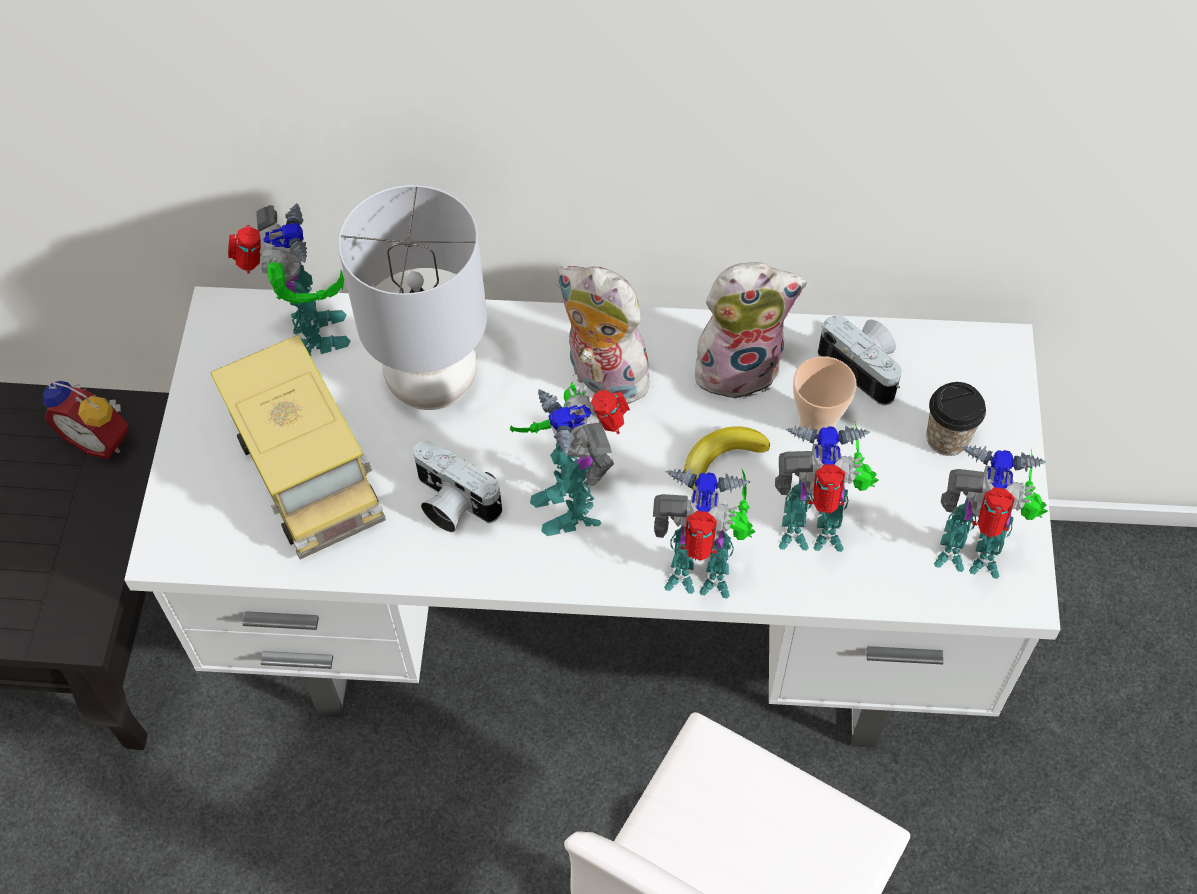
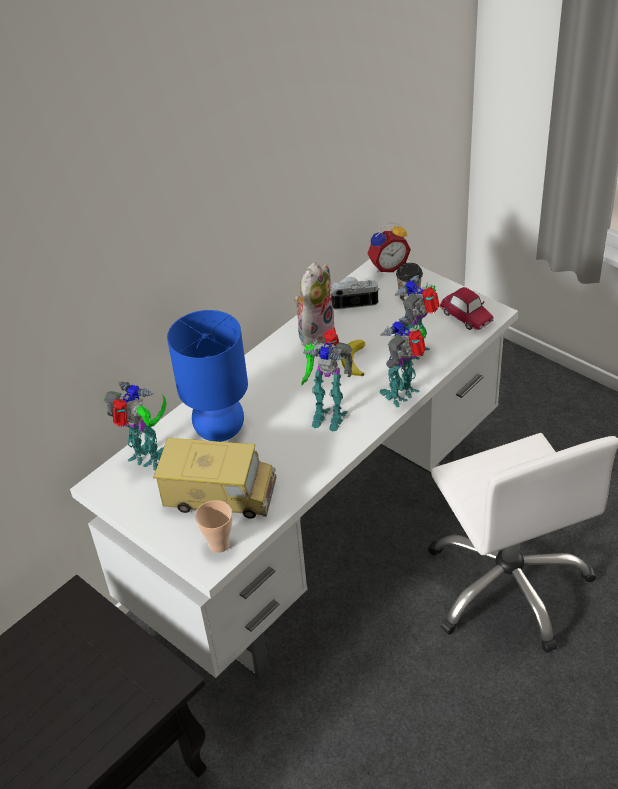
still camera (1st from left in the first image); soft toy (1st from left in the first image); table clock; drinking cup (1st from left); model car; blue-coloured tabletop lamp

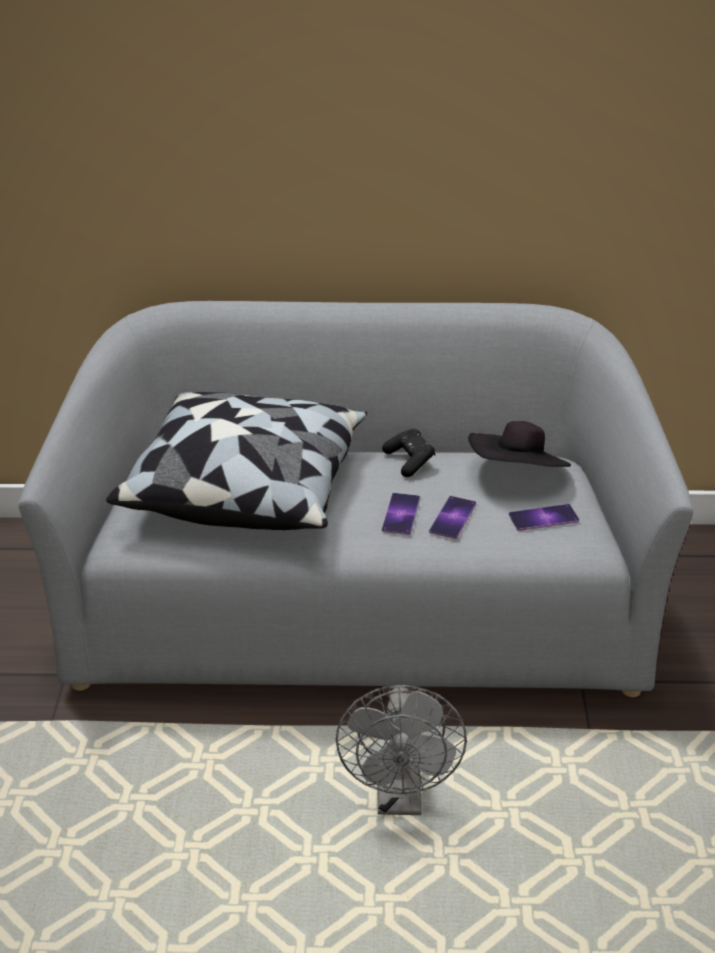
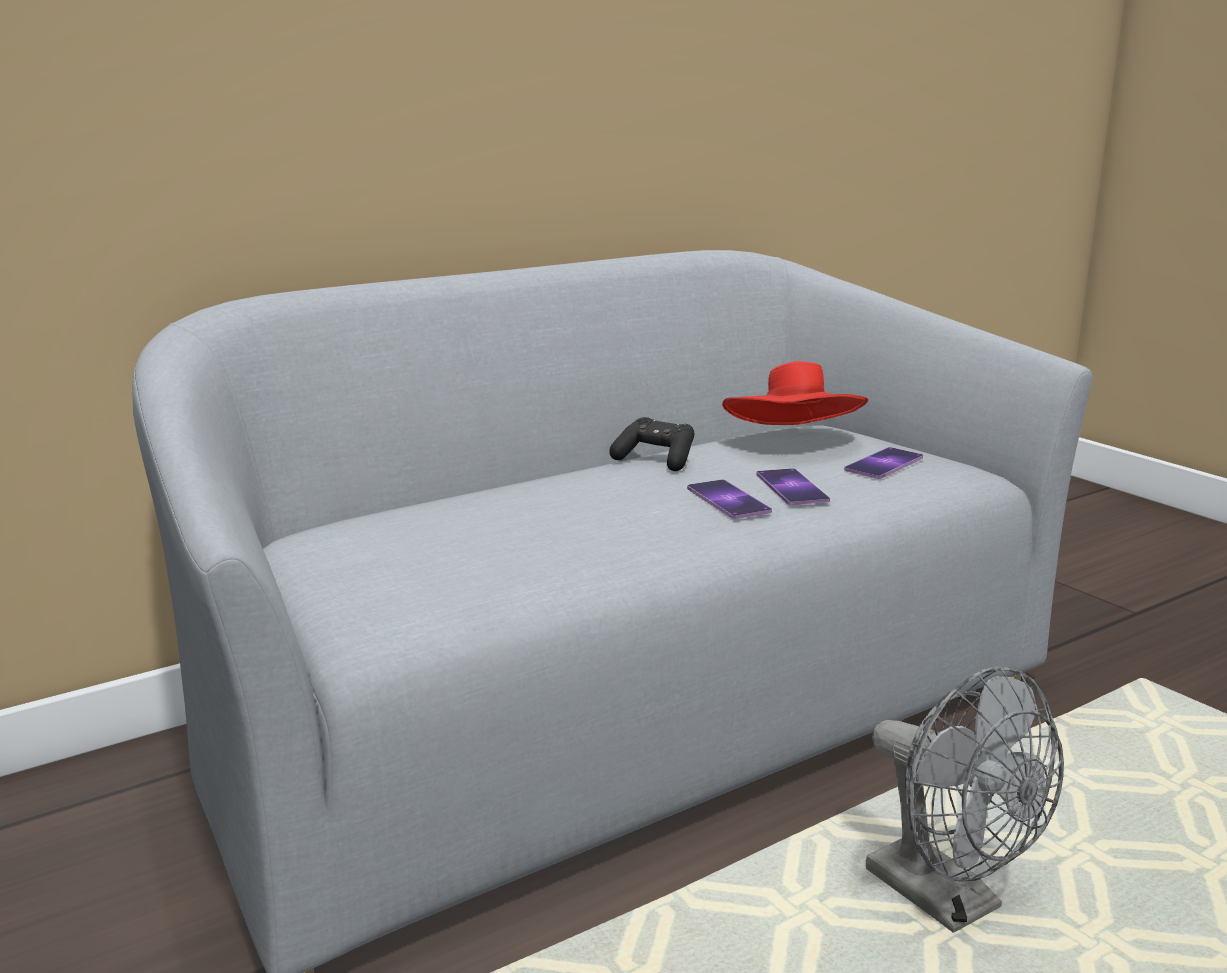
pillow; red clothing hat

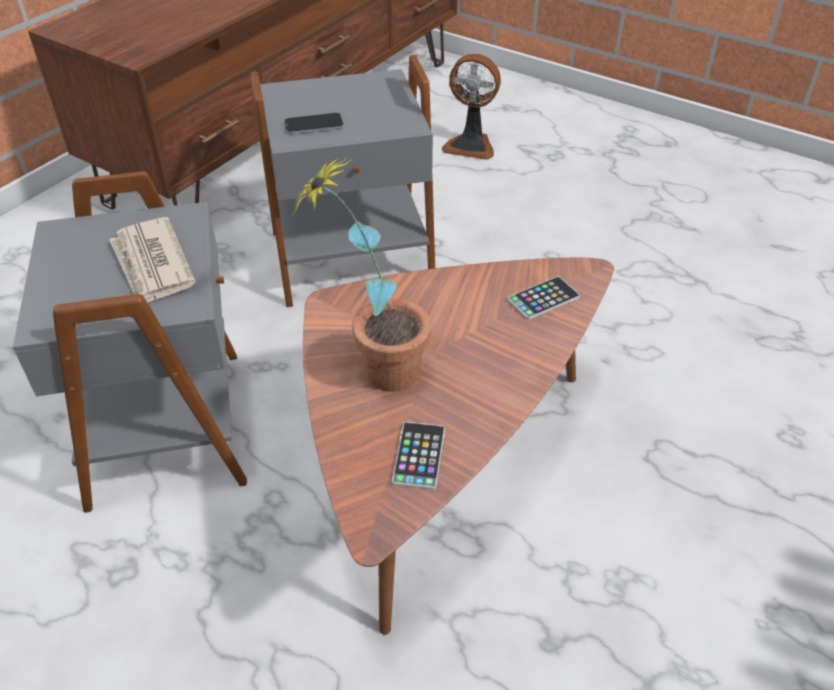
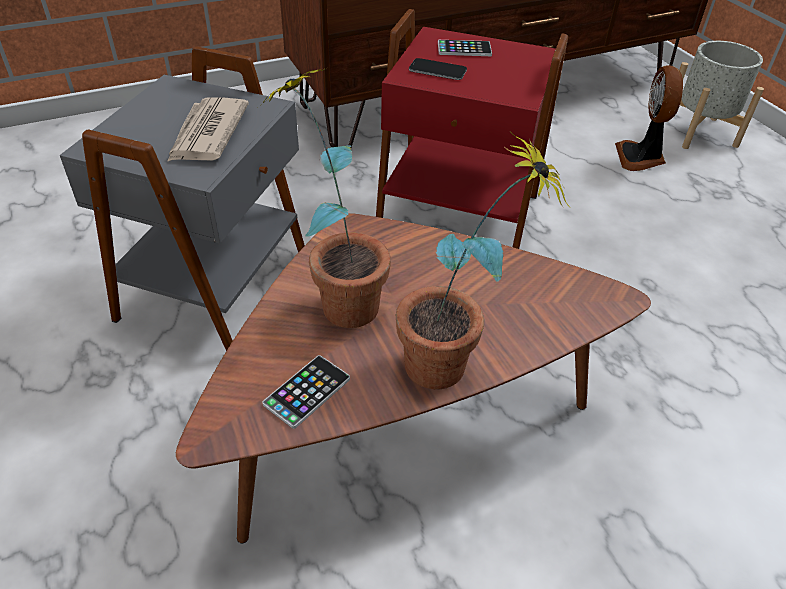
potted plant (2nd from left); greyish flower pot; telephone (3rd from left); red end table; cooling fan

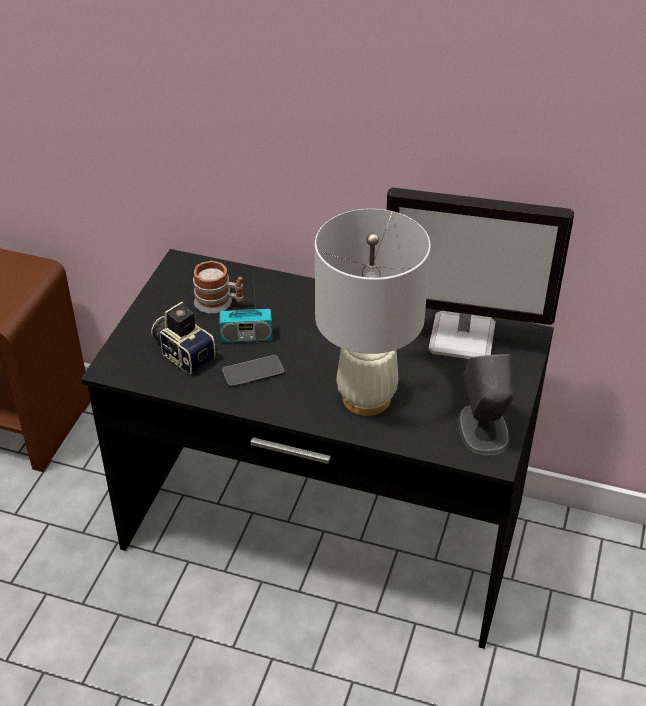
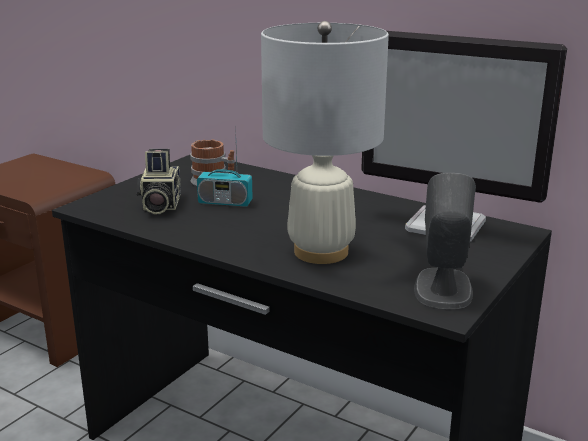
telephone; still camera

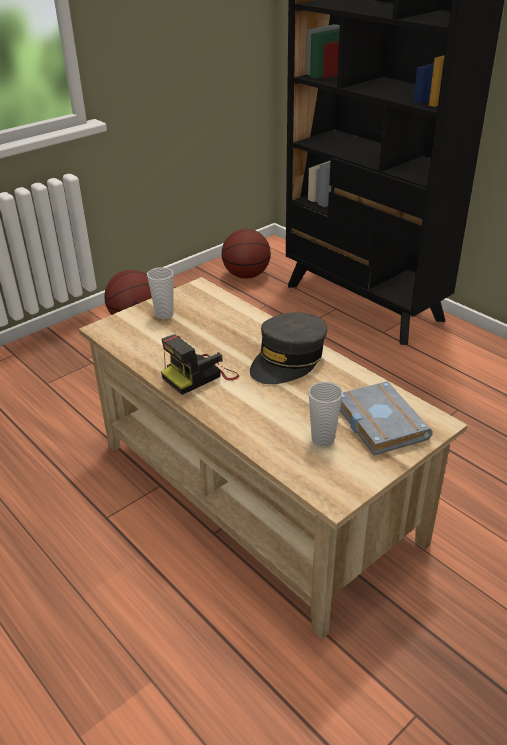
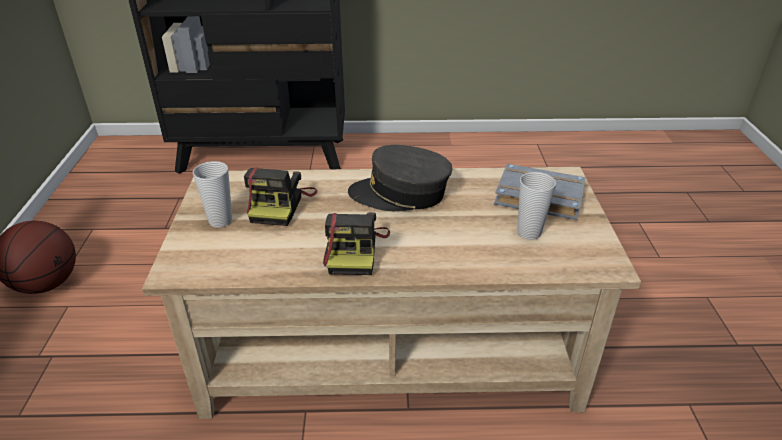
ball for basketball (2nd from left in the first image); still camera (1st from left); greyish baseball cap

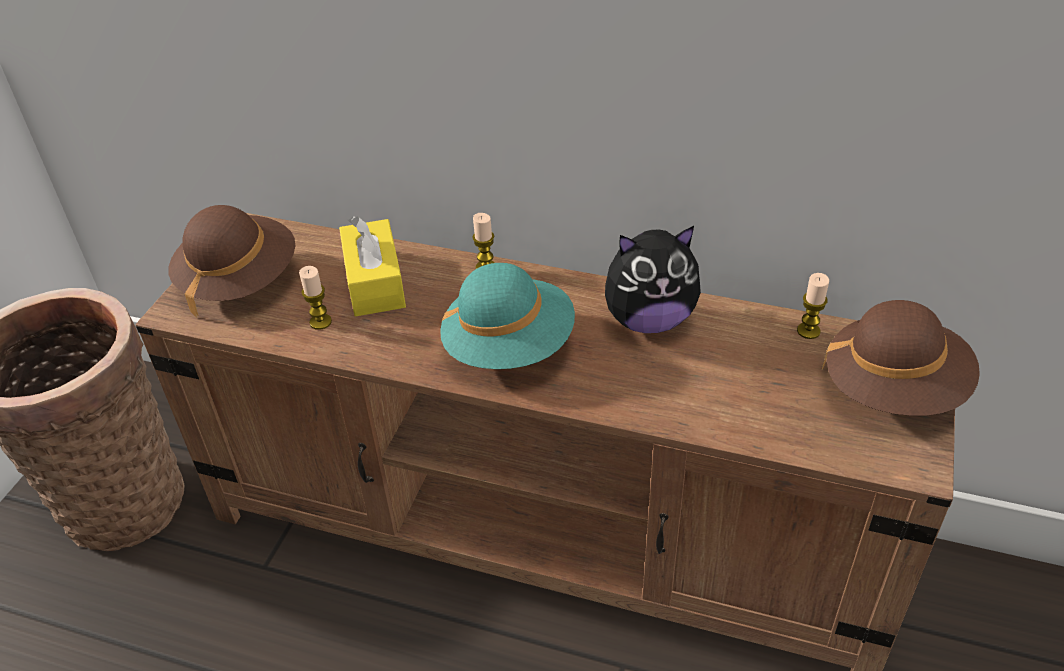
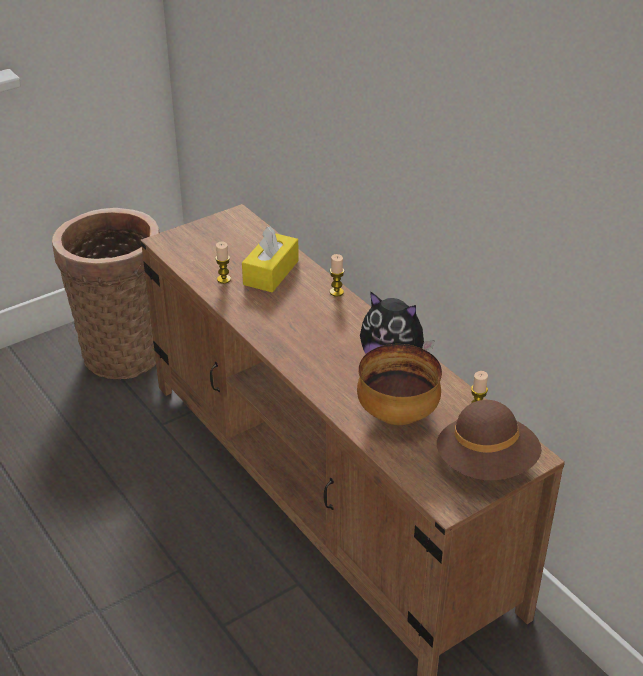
brown clothing hat (1st from left in the first image); blue-green clothing hat; serving bowl

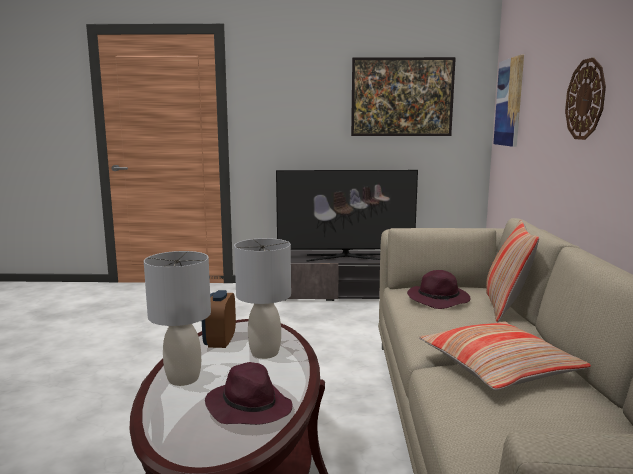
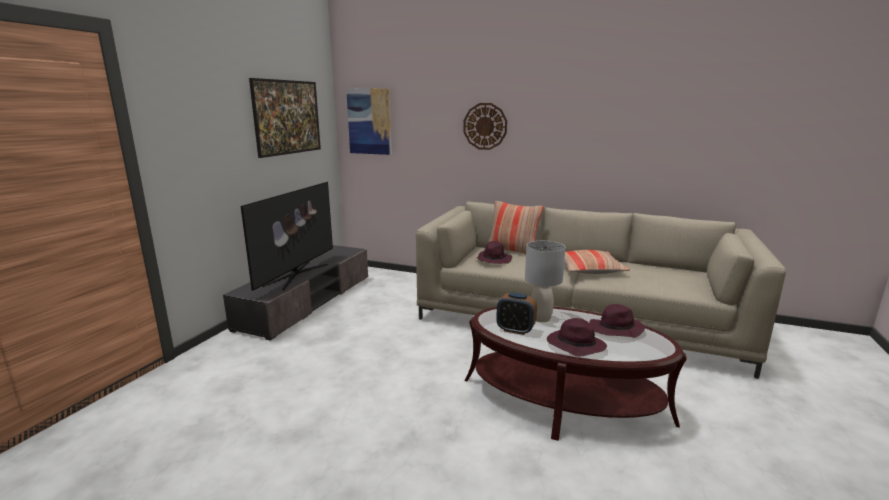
purplish clothing hat (2nd from left)

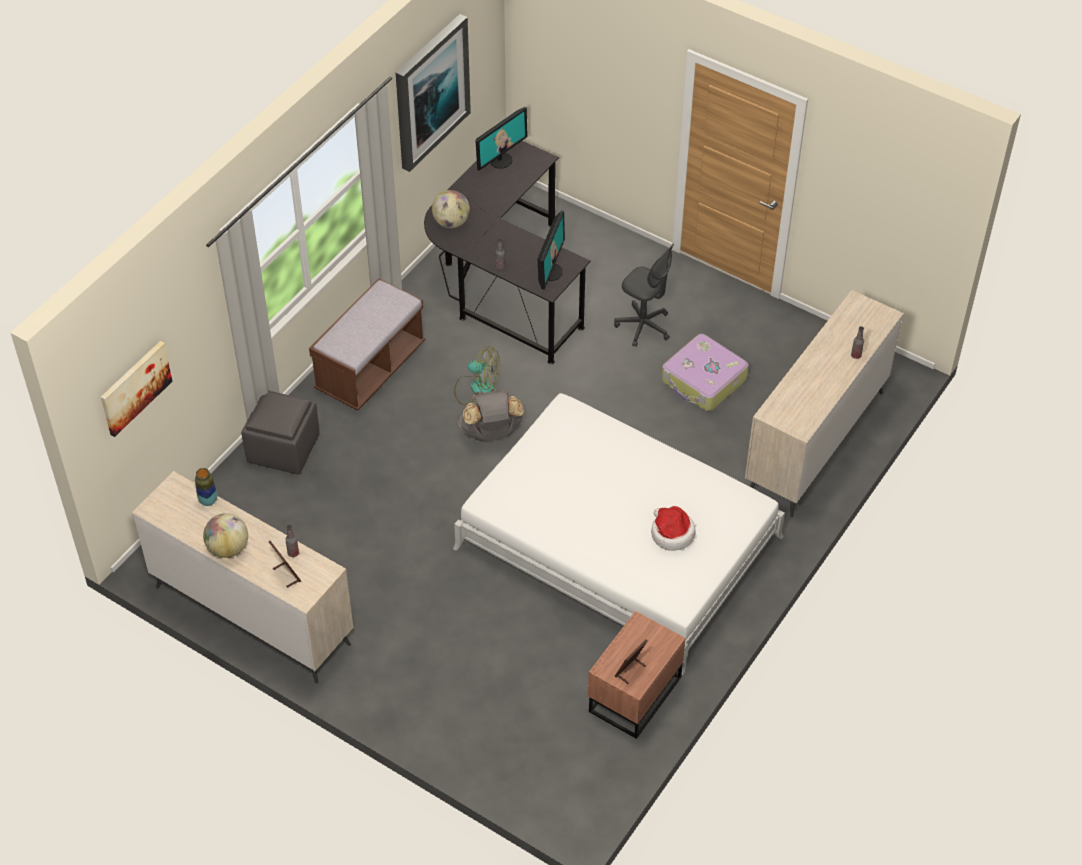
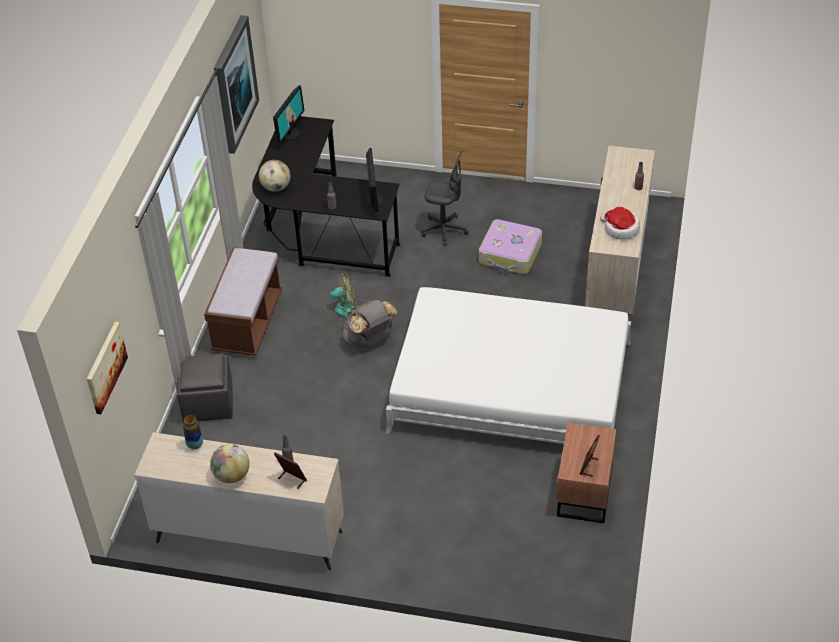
clothing hat

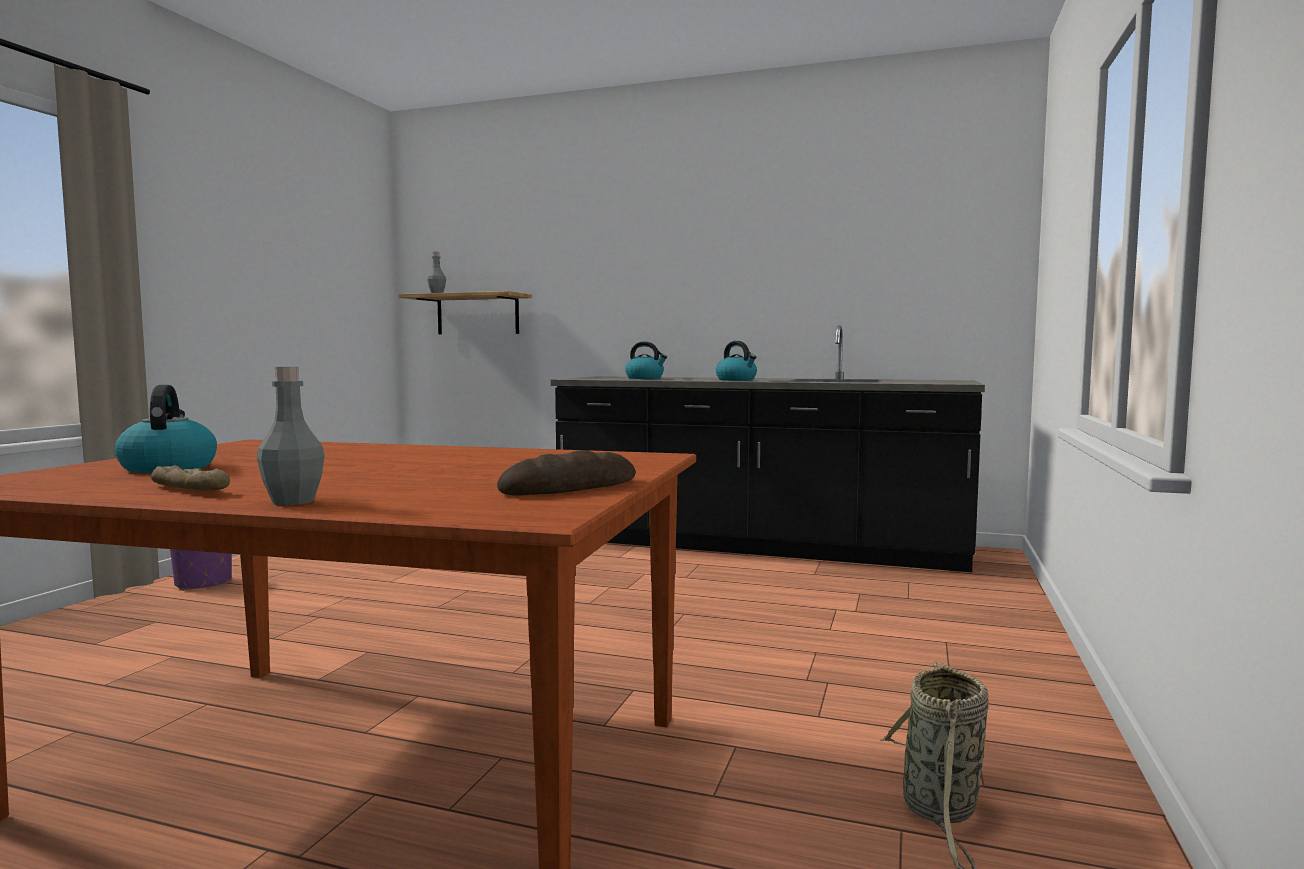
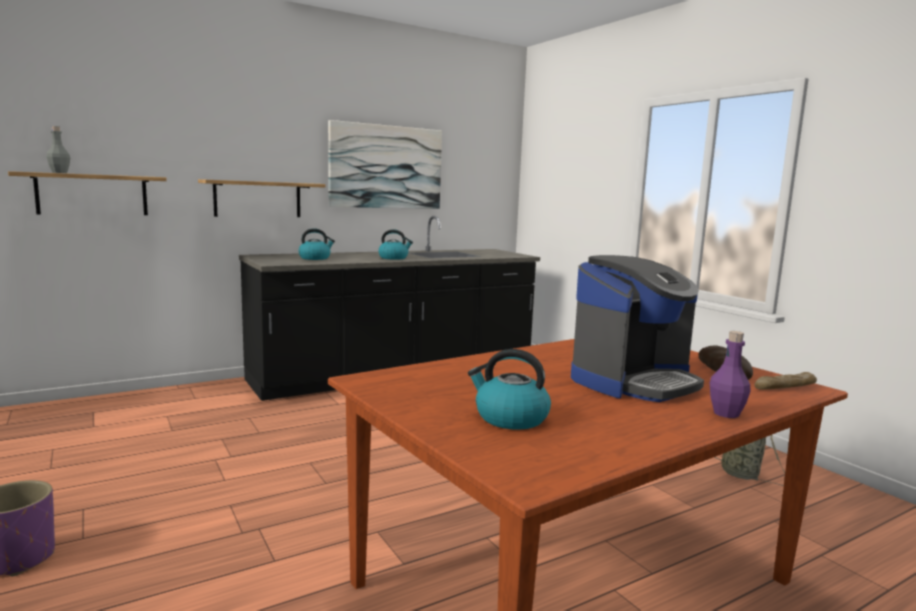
shelf (2nd from left); wall art; coffee machine; bread (2nd from left); purplish drink bottle

